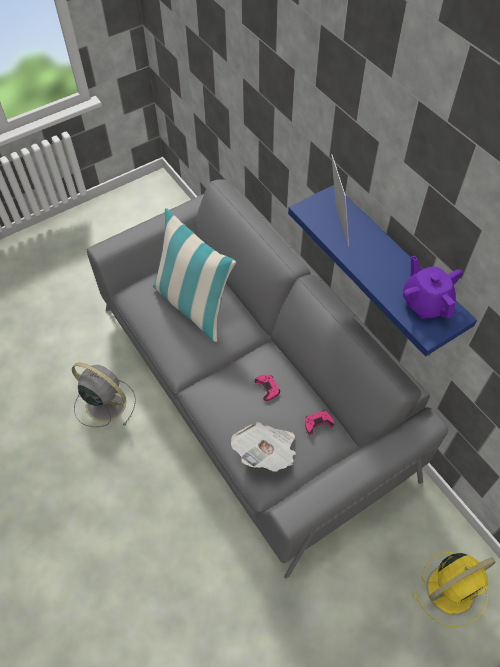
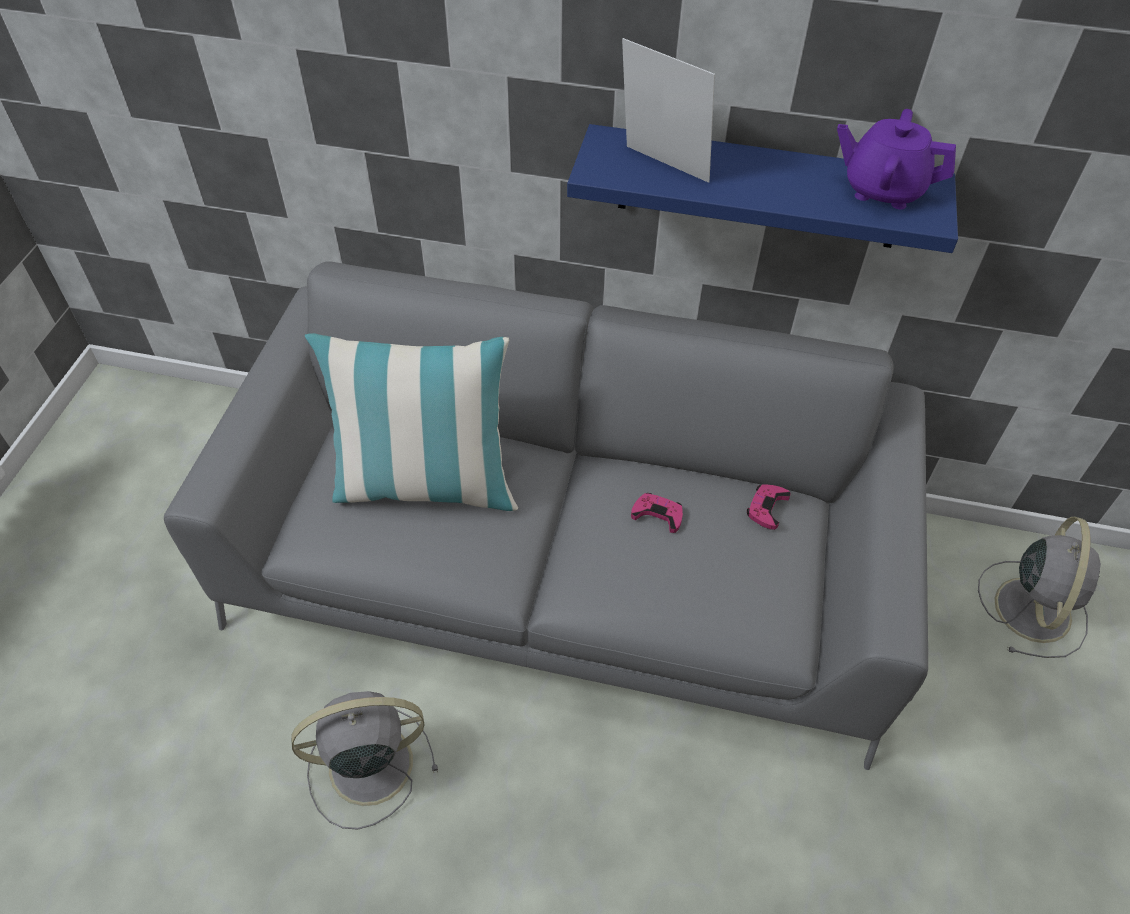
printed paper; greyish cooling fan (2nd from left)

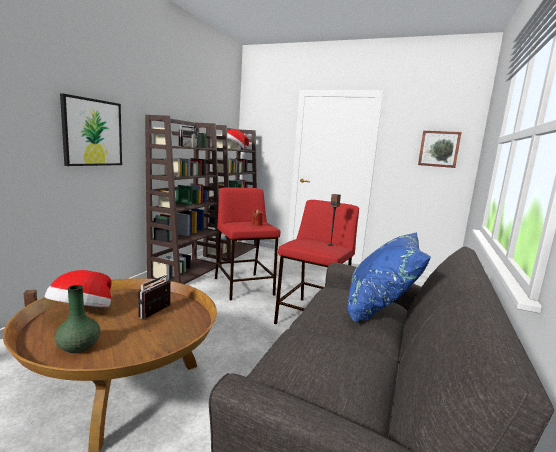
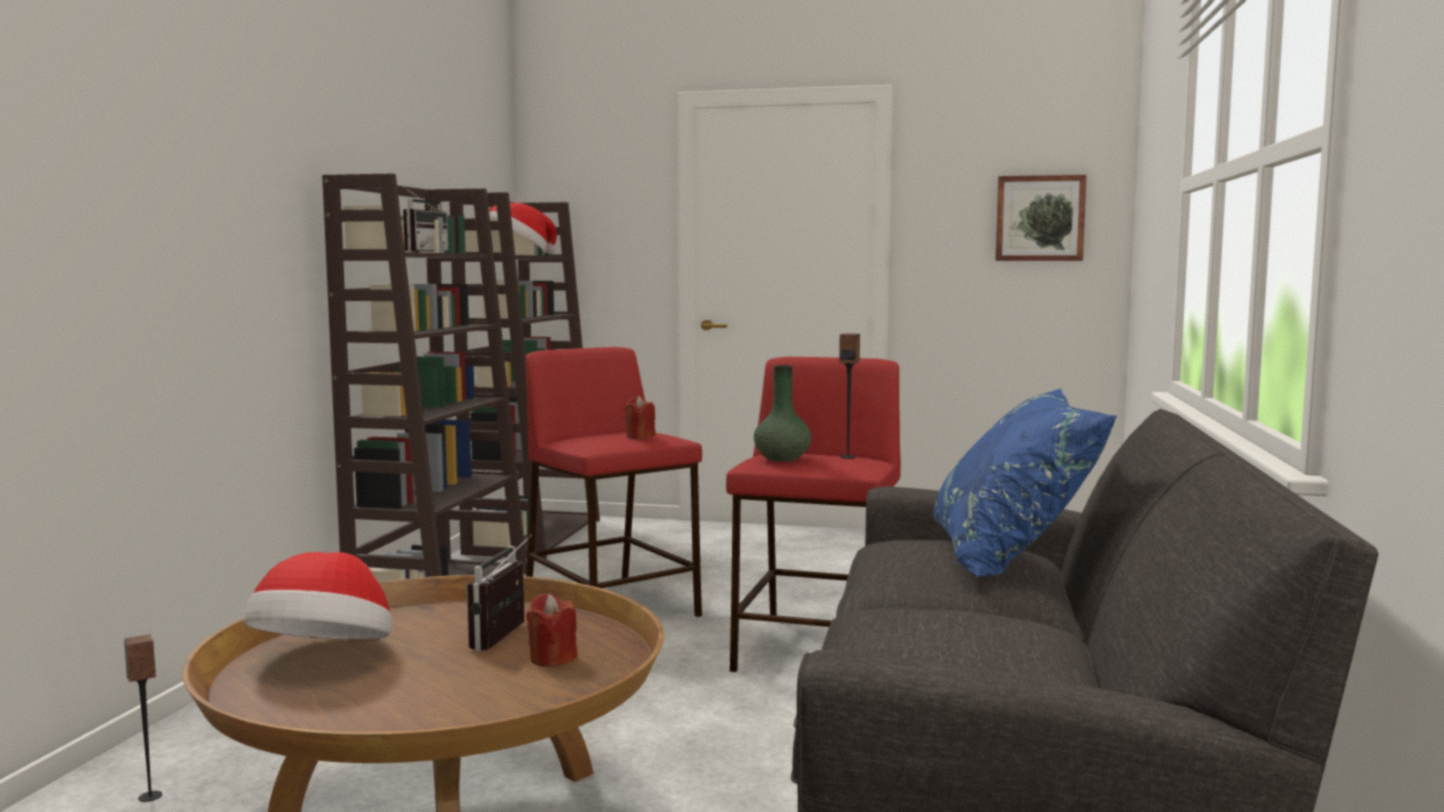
wall art (1st from left in the first image); red wax candle (1st from left); greenish flower vase

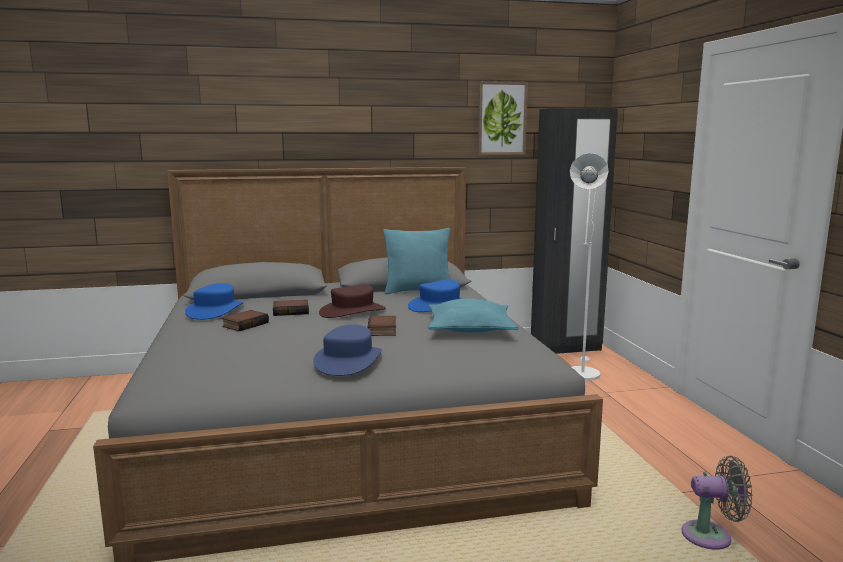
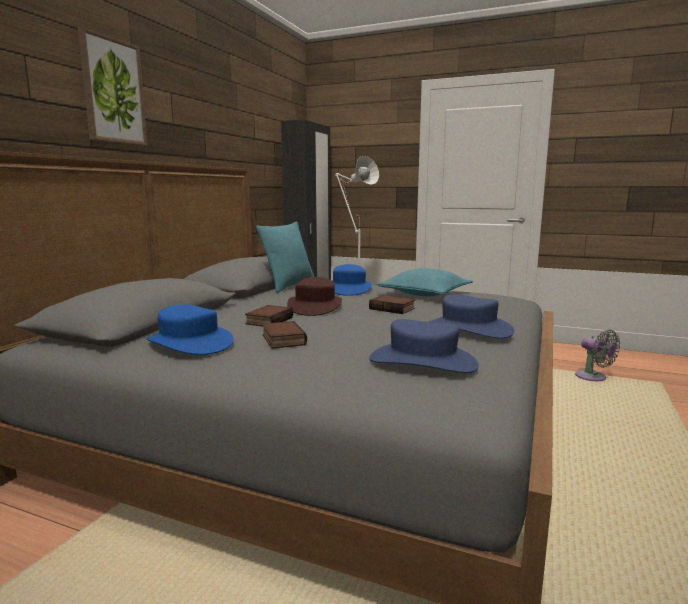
blue-coloured clothing hat (3rd from left); wall art; greyish cooling fan

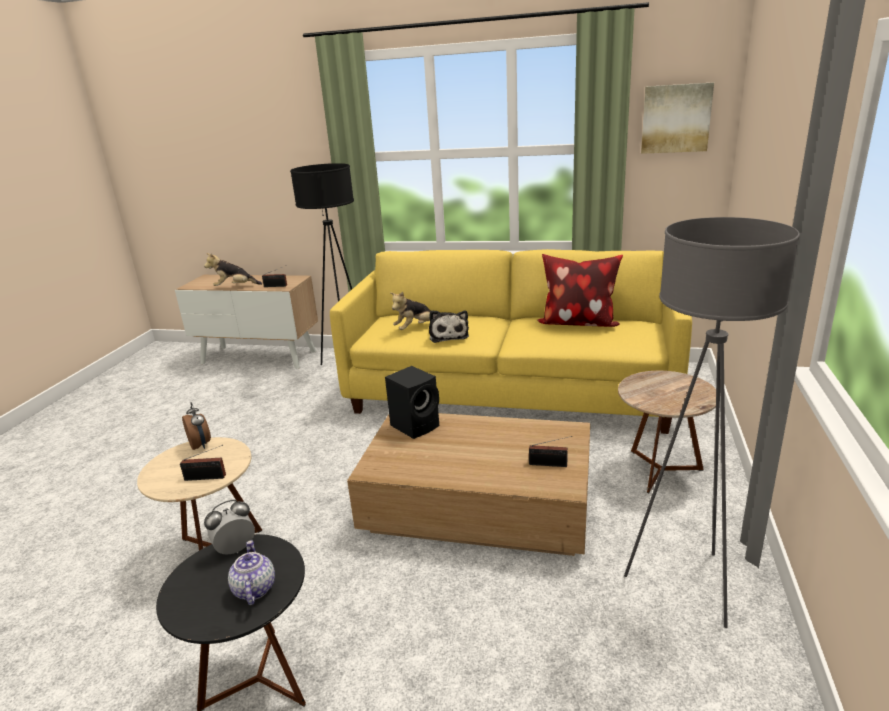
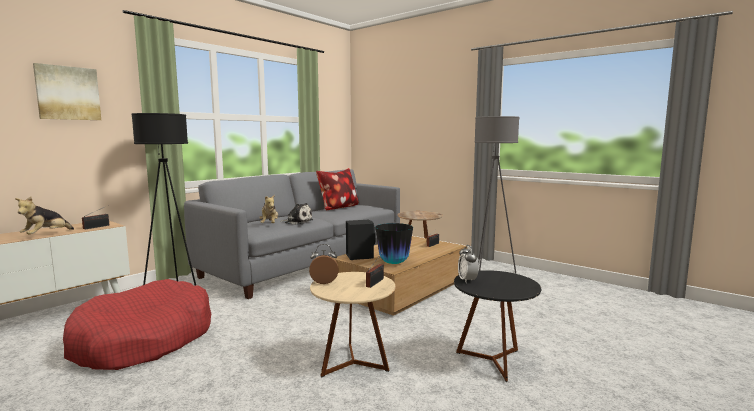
tea pot; red dog bed; flower vase; wall art; greyish sofa

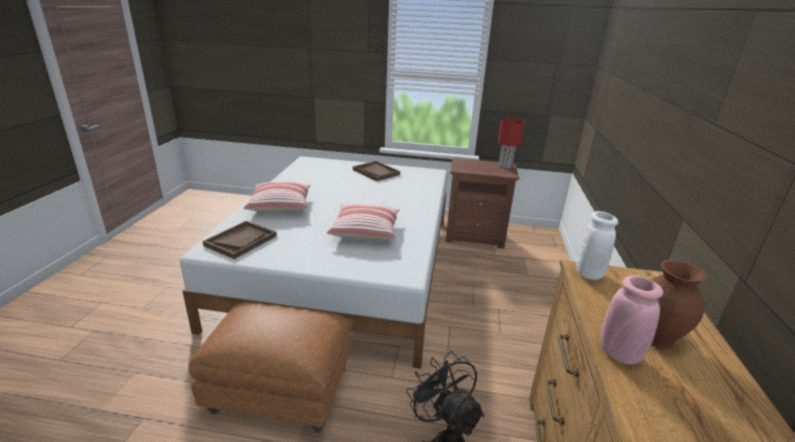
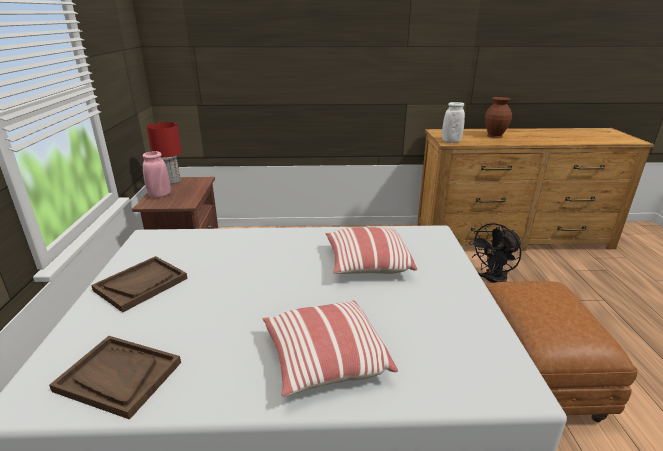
brown tray (1st from left); pink flower vase

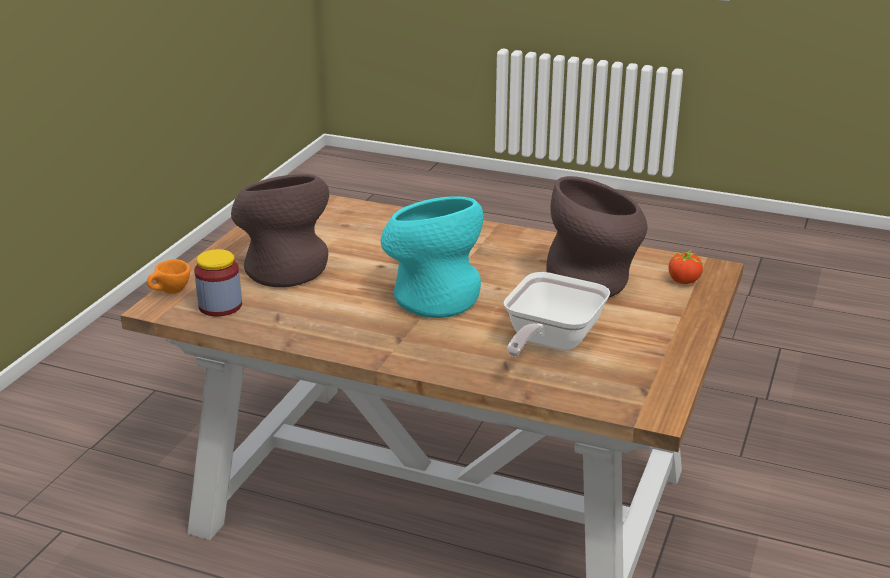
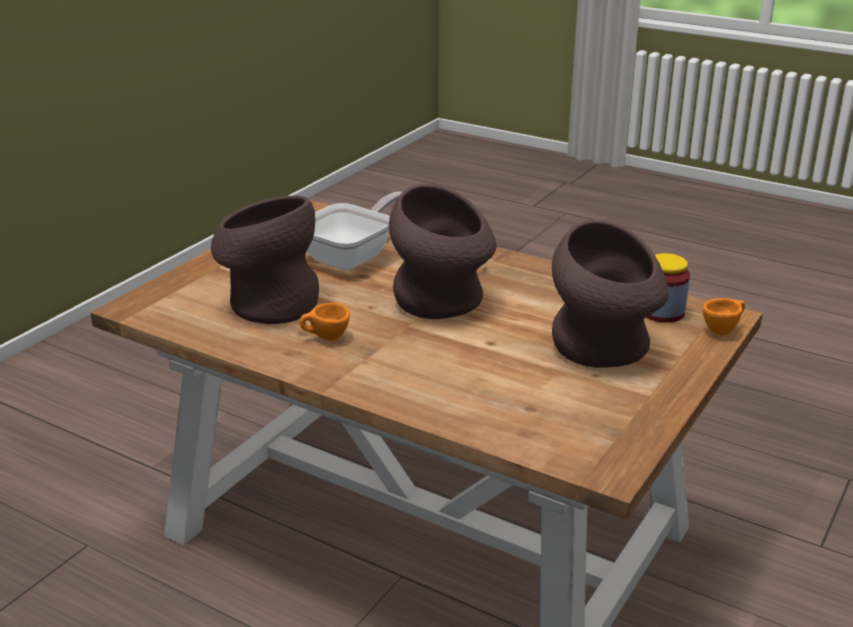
fresh tomato; orange drinking cup (1st from left); brown flower vase (2nd from left)

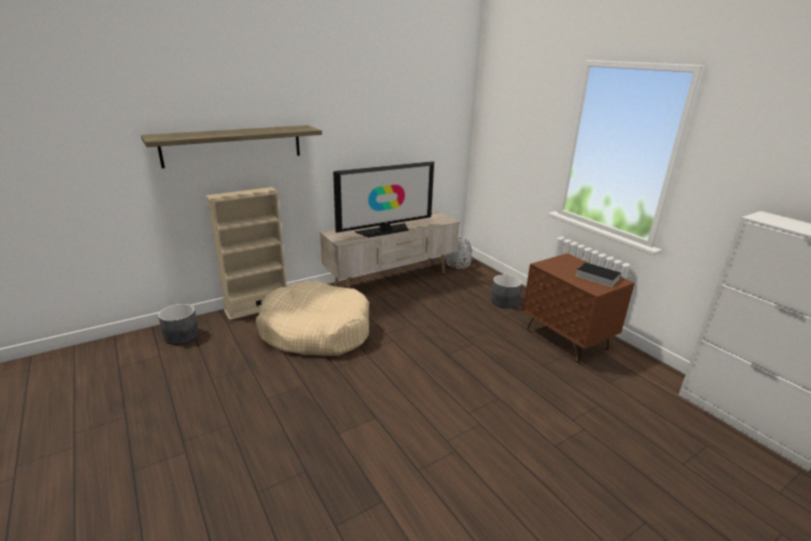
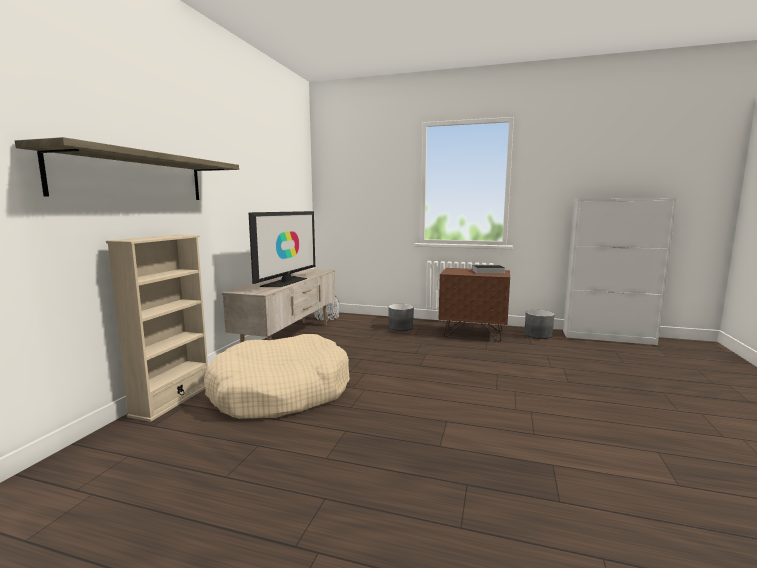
greyish flower pot (2nd from left)

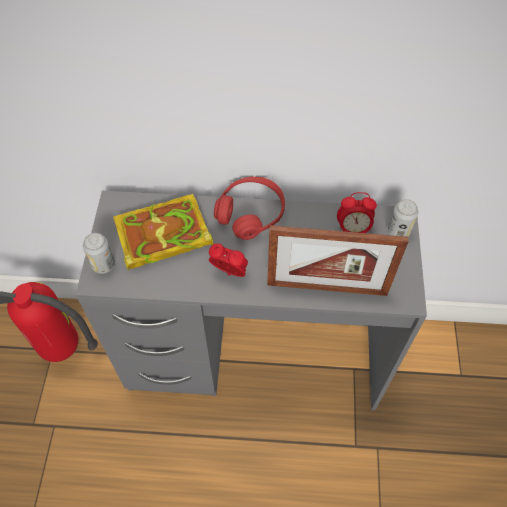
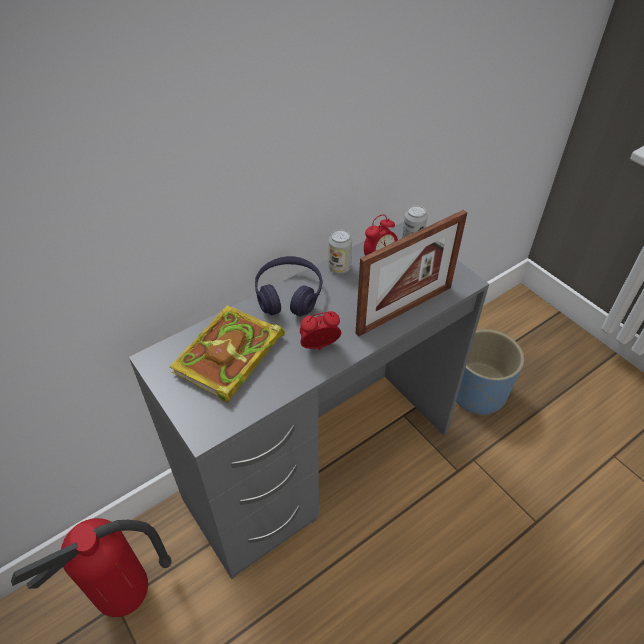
blue-coloured flower pot; metal can (1st from left); purplish headset

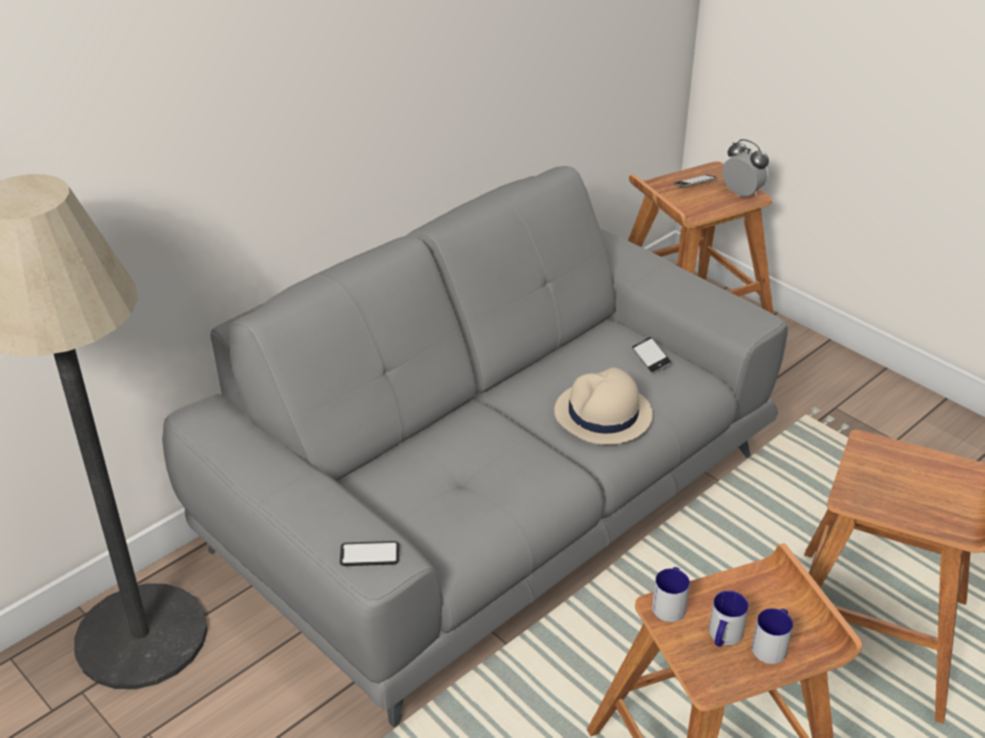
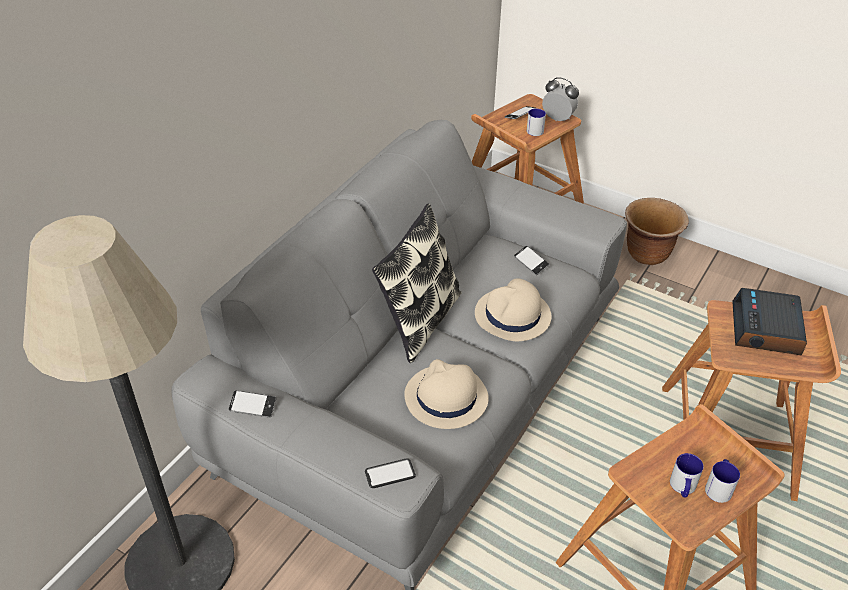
telephone (1st from left); pillow; beige-coloured clothing hat (1st from left); brown flower pot; table clock (2nd from left); coffee mug (1st from left)

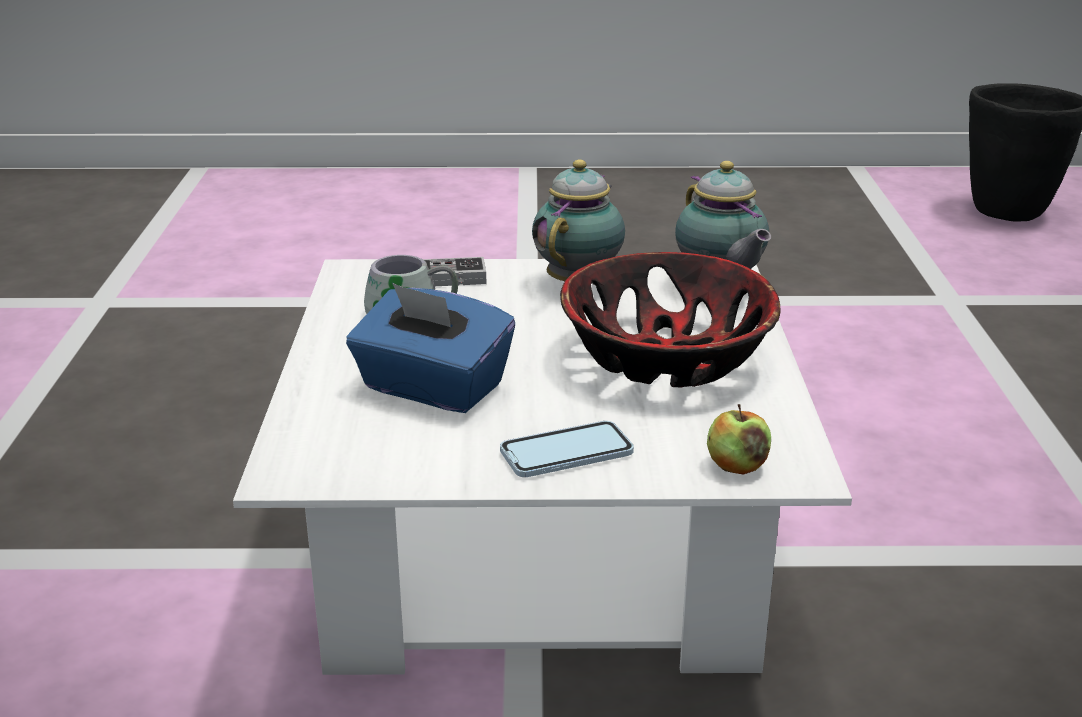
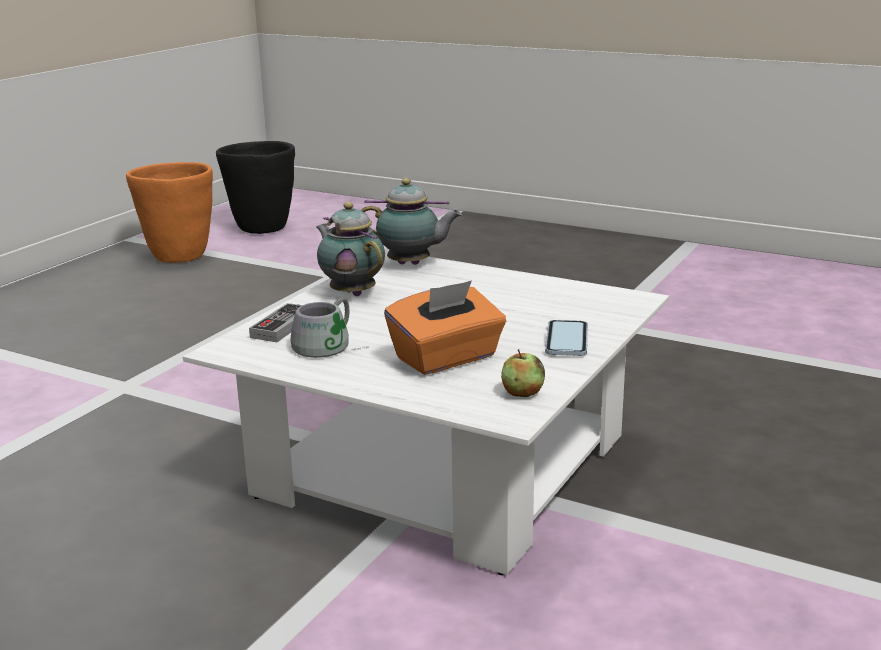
serving bowl; orange flower pot; whole apple; orange box of tissues

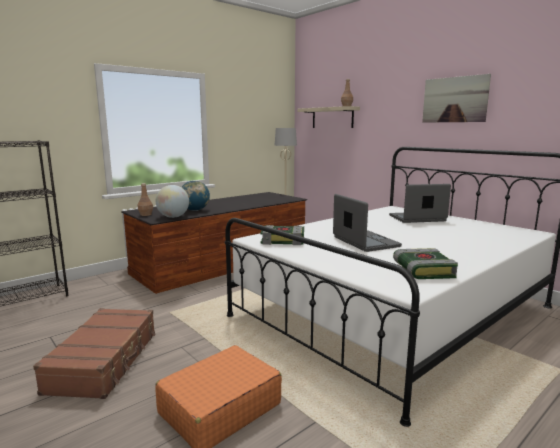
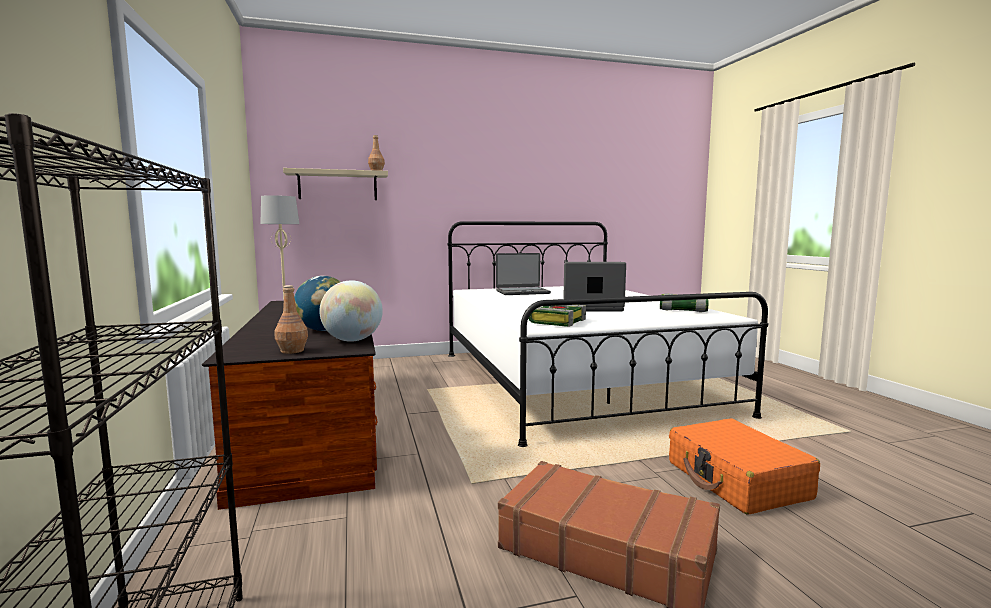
wall art; laptop (1st from left)

